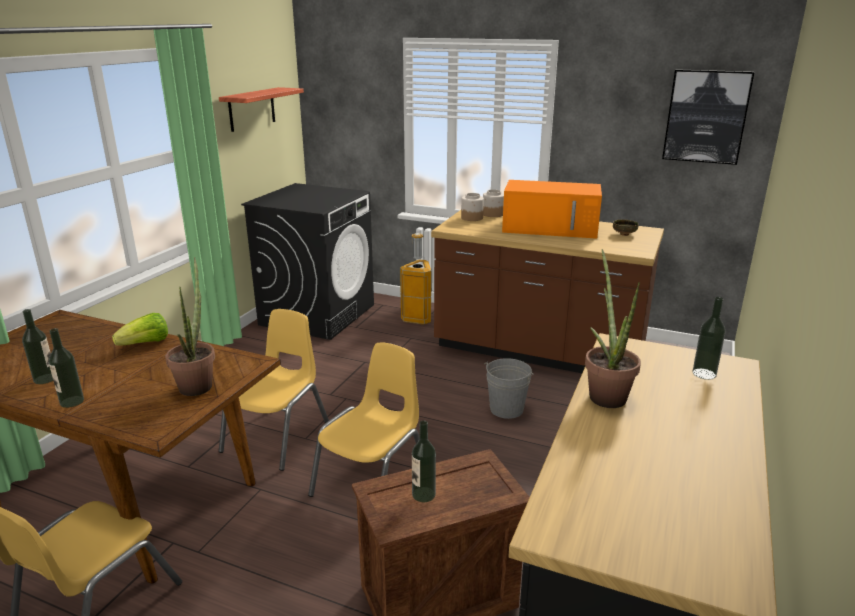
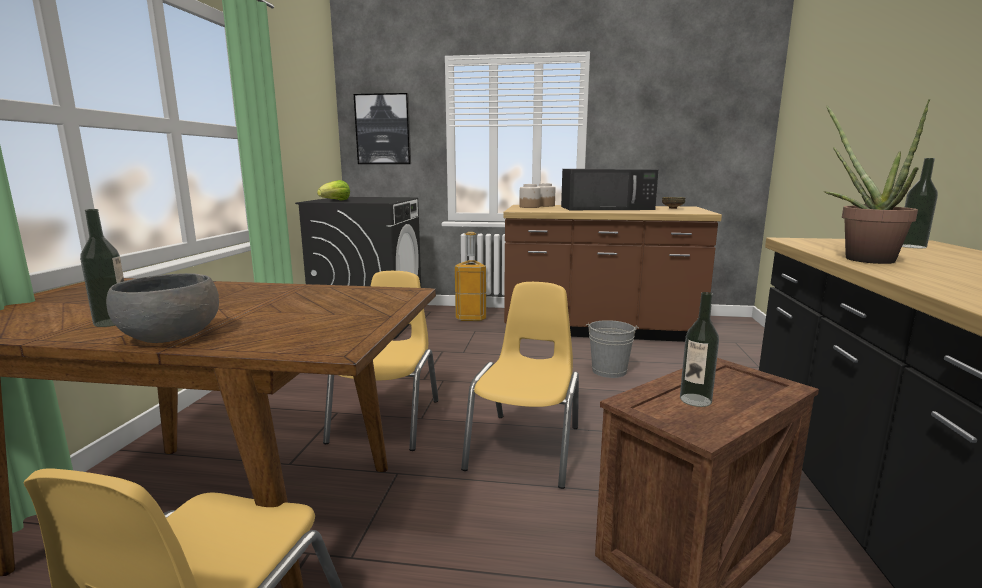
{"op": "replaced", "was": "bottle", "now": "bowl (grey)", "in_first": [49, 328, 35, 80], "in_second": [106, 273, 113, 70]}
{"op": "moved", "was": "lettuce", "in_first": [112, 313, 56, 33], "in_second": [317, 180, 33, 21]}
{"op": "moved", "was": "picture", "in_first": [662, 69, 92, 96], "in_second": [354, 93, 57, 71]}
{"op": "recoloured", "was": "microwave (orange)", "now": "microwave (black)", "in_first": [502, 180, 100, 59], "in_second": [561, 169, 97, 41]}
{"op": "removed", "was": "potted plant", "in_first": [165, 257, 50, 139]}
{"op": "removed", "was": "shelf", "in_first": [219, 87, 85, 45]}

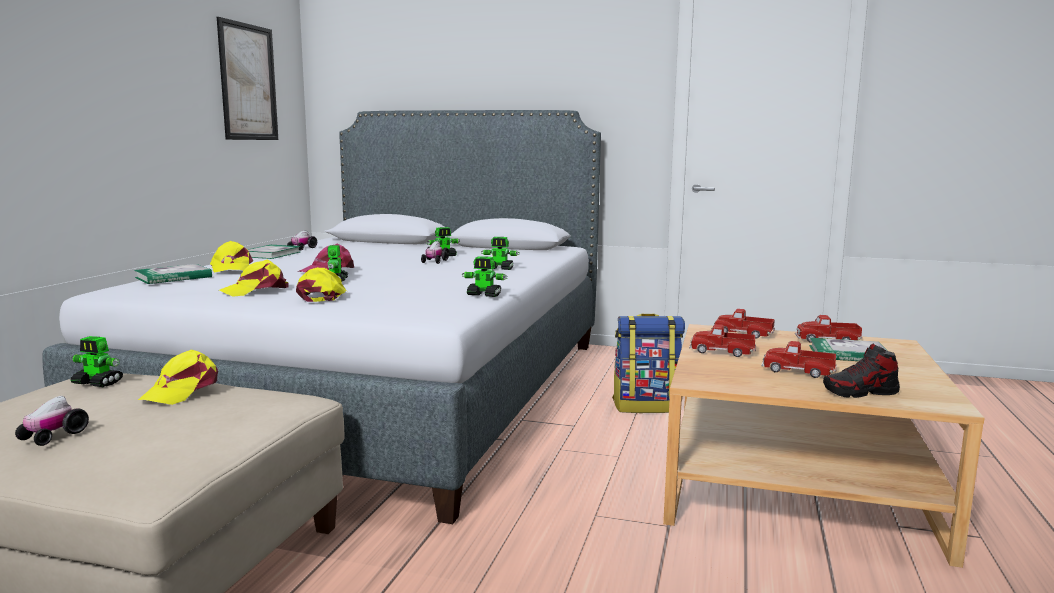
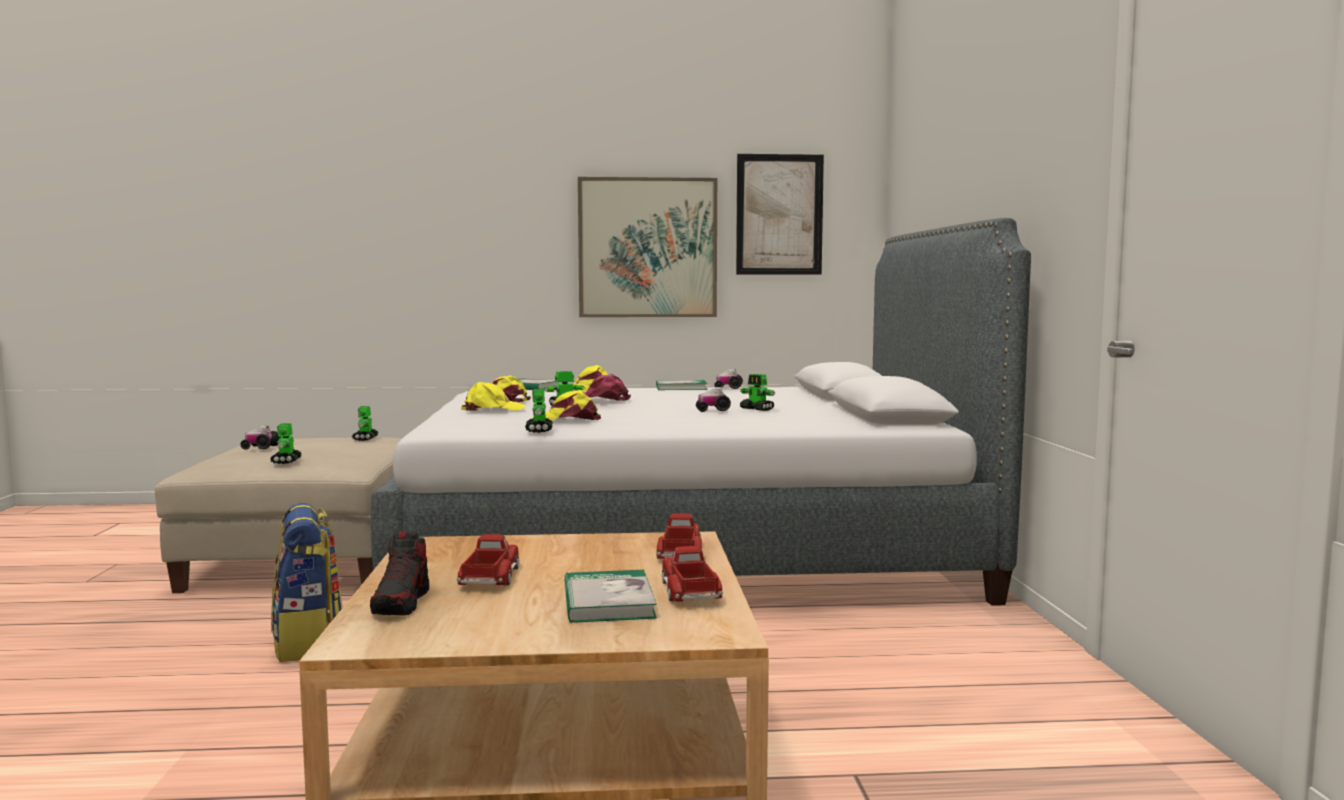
{"op": "moved", "was": "toy robot", "in_first": [481, 237, 38, 33], "in_second": [270, 423, 32, 41]}
{"op": "moved", "was": "backpack", "in_first": [612, 314, 73, 99], "in_second": [271, 503, 72, 159]}
{"op": "turned", "was": "shoe", "in_first": [823, 343, 77, 55], "in_second": [370, 531, 59, 85], "clockwise": -150}
{"op": "moved", "was": "cap (yellow)", "in_first": [138, 350, 80, 55], "in_second": [533, 390, 68, 30]}
{"op": "added", "now": "picture", "in_second": [578, 177, 139, 140]}
{"op": "removed", "was": "toy truck", "in_first": [689, 324, 67, 33]}

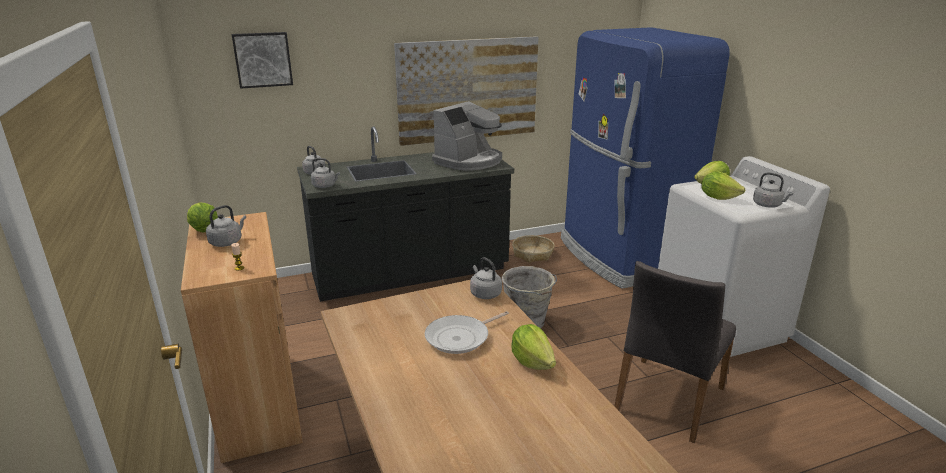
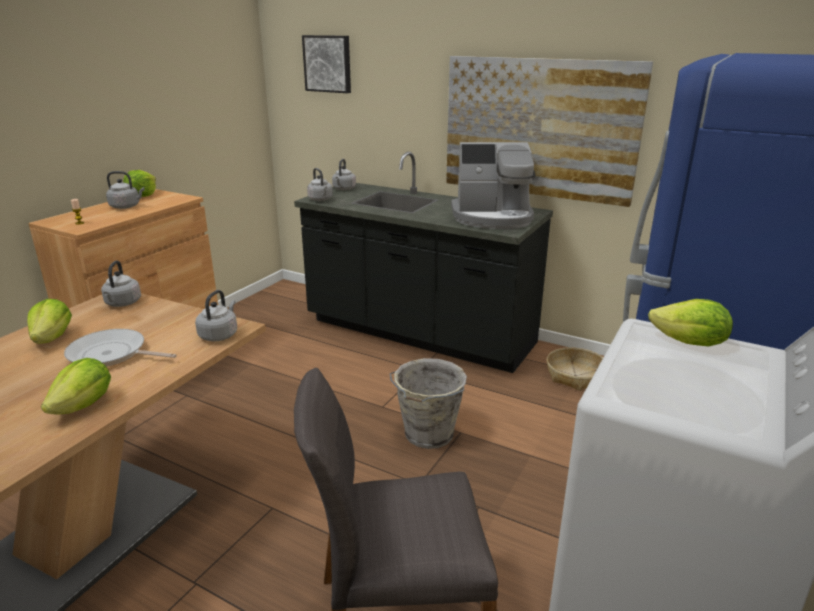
{"op": "moved", "was": "lettuce", "in_first": [701, 171, 44, 29], "in_second": [27, 299, 45, 45]}
{"op": "moved", "was": "kettle (grey)", "in_first": [753, 172, 40, 36], "in_second": [101, 260, 40, 47]}

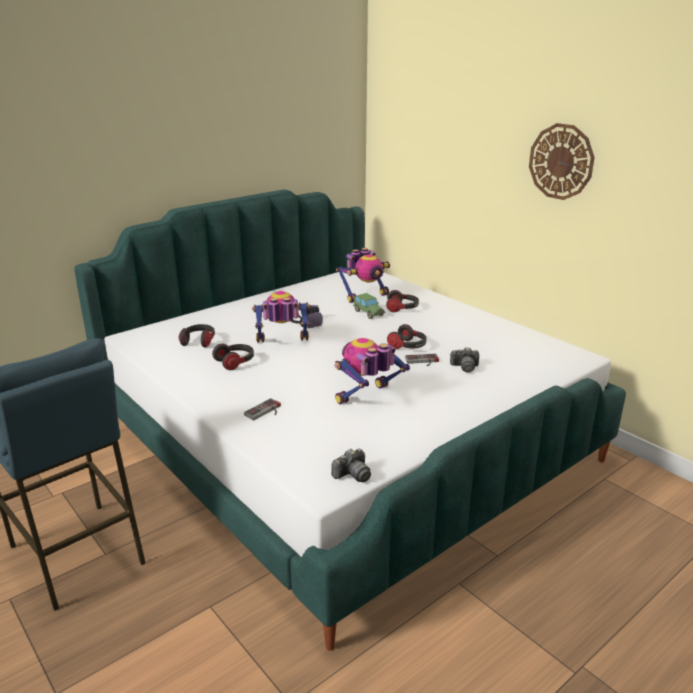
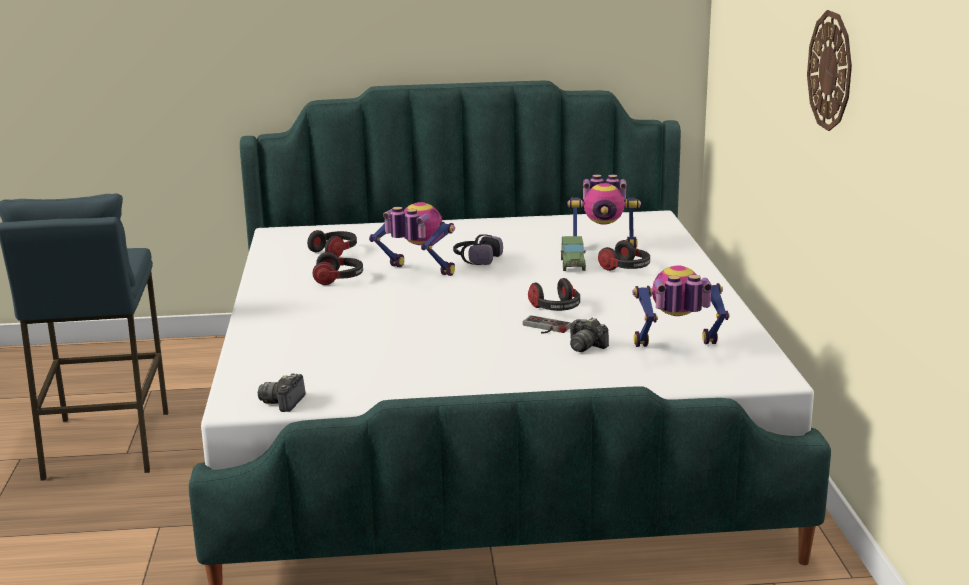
{"op": "turned", "was": "photo camera", "in_first": [331, 449, 40, 34], "in_second": [258, 373, 48, 39], "clockwise": 105}
{"op": "moved", "was": "toy robot", "in_first": [335, 338, 75, 67], "in_second": [633, 265, 97, 82]}
{"op": "removed", "was": "game controller", "in_first": [244, 398, 37, 22]}

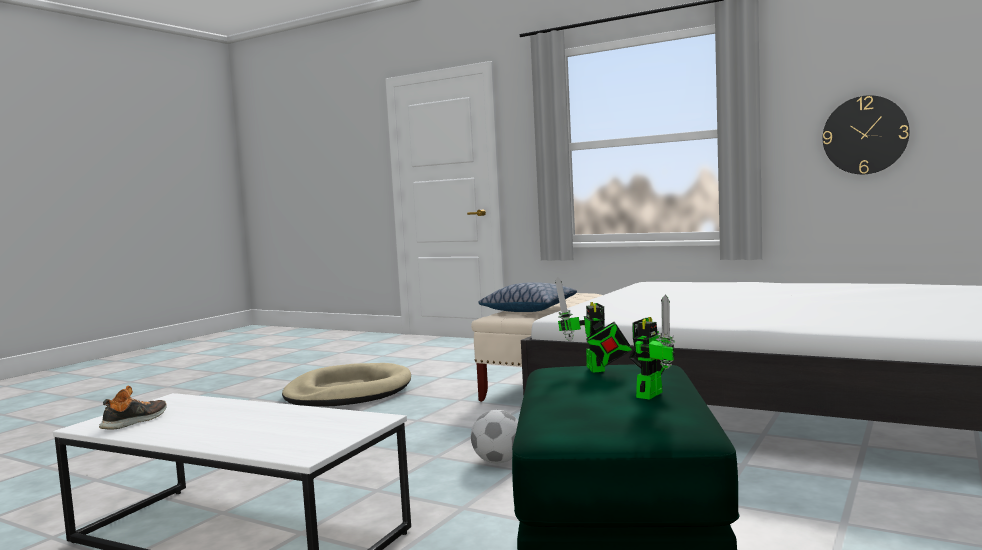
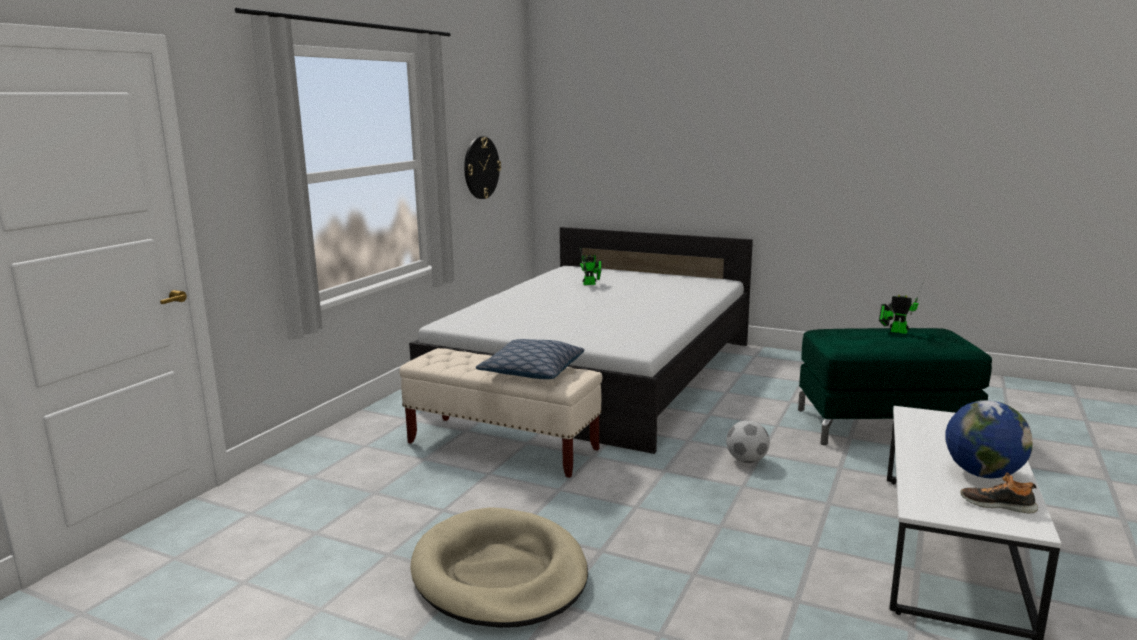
{"op": "moved", "was": "toy robot", "in_first": [555, 277, 77, 96], "in_second": [580, 248, 21, 37]}
{"op": "added", "now": "globe", "in_second": [945, 400, 87, 79]}

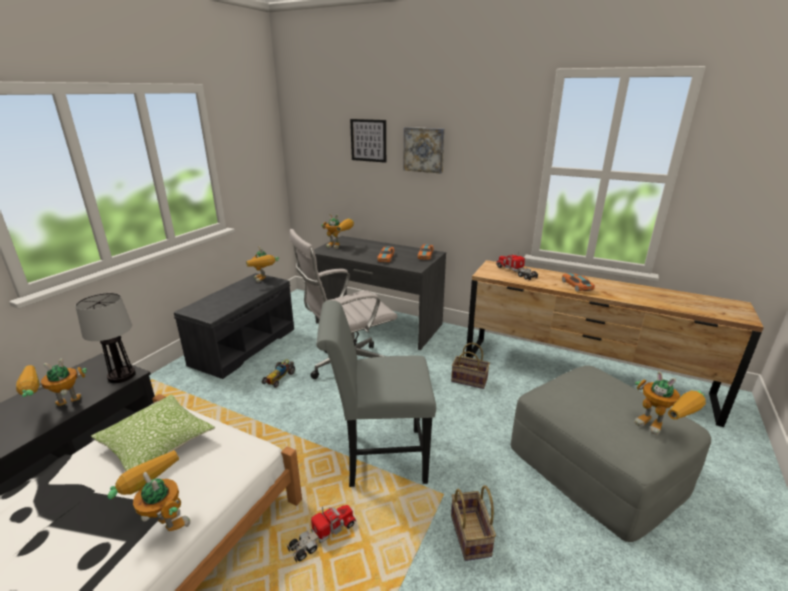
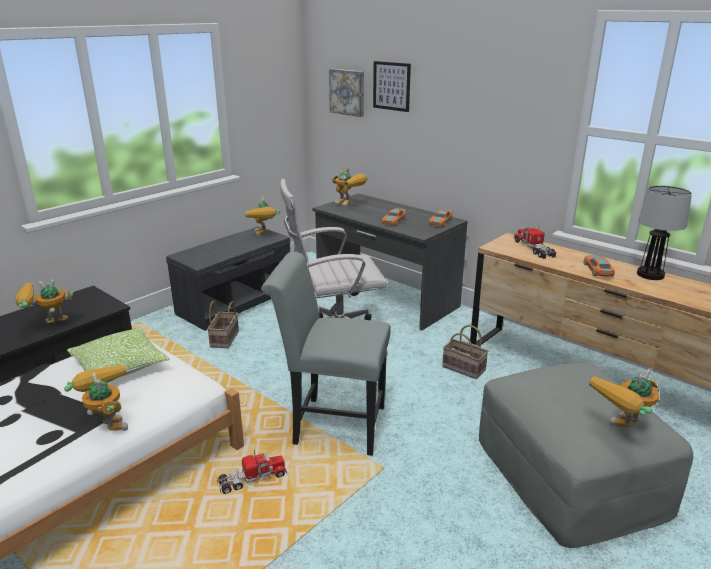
{"op": "moved", "was": "basket", "in_first": [451, 485, 45, 76], "in_second": [207, 301, 32, 47]}
{"op": "moved", "was": "picture", "in_first": [403, 127, 42, 47], "in_second": [329, 69, 35, 48]}
{"op": "turned", "was": "toy robot", "in_first": [635, 372, 71, 63], "in_second": [589, 369, 71, 58], "clockwise": 75}
{"op": "moved", "was": "table lamp", "in_first": [75, 293, 61, 90], "in_second": [637, 186, 55, 94]}
{"op": "removed", "was": "toy car", "in_first": [262, 359, 33, 29]}

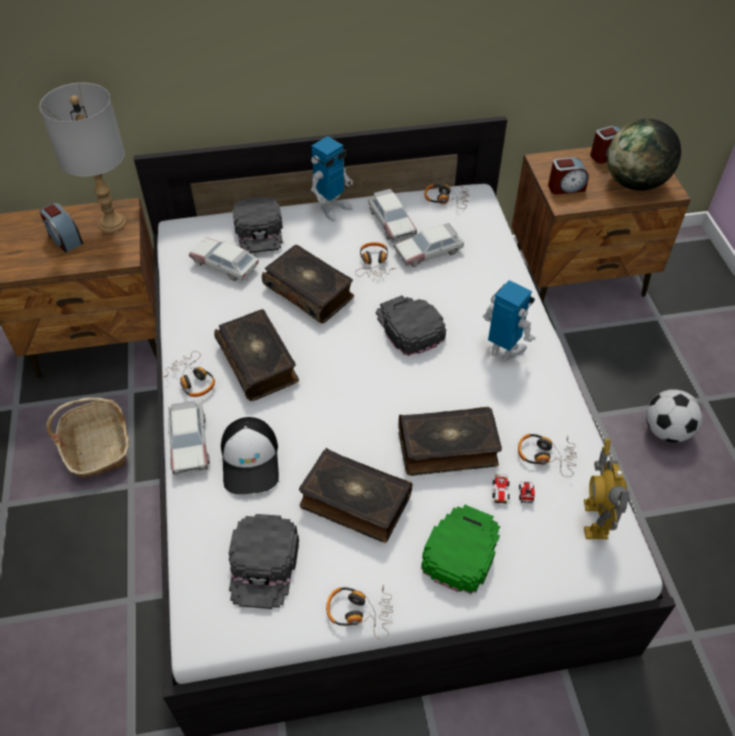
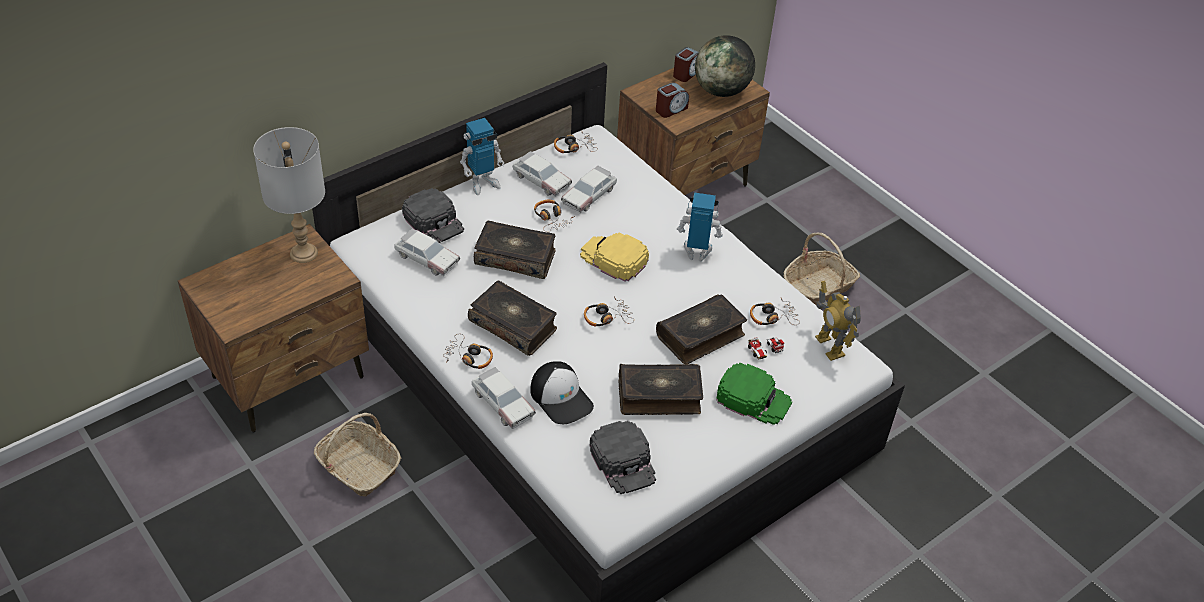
{"op": "turned", "was": "toy car", "in_first": [189, 237, 70, 44], "in_second": [394, 228, 66, 48], "clockwise": -150}
{"op": "turned", "was": "toy robot", "in_first": [311, 136, 42, 85], "in_second": [460, 118, 44, 77], "clockwise": 45}
{"op": "recoloured", "was": "cap (black)", "now": "cap (yellow)", "in_first": [376, 295, 70, 61], "in_second": [580, 233, 69, 49]}
{"op": "moved", "was": "headphones", "in_first": [326, 585, 67, 55], "in_second": [584, 297, 50, 30]}
{"op": "turned", "was": "cap (green)", "in_first": [421, 505, 79, 90], "in_second": [716, 363, 76, 62], "clockwise": 120}
{"op": "replaced", "was": "football", "now": "basket", "in_first": [646, 389, 56, 53], "in_second": [783, 232, 77, 73]}
{"op": "removed", "was": "alarm clock", "in_first": [40, 203, 43, 50]}

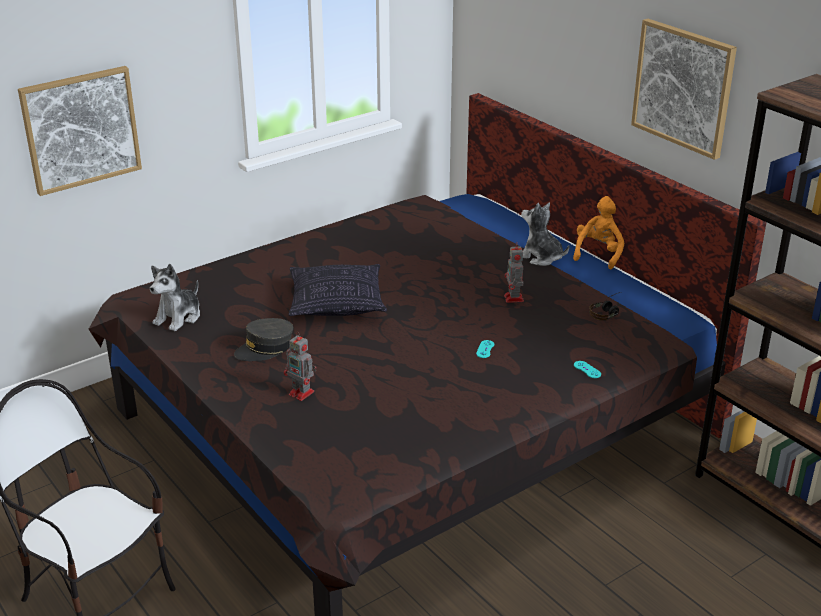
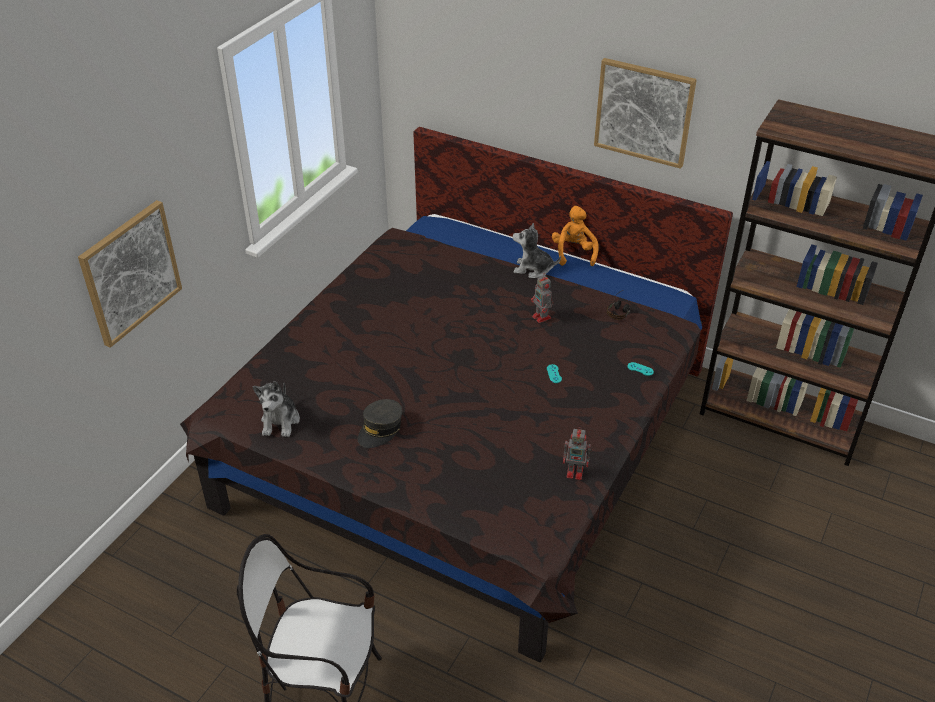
{"op": "moved", "was": "toy robot", "in_first": [284, 332, 32, 69], "in_second": [563, 427, 30, 53]}
{"op": "removed", "was": "pillow", "in_first": [288, 264, 99, 52]}

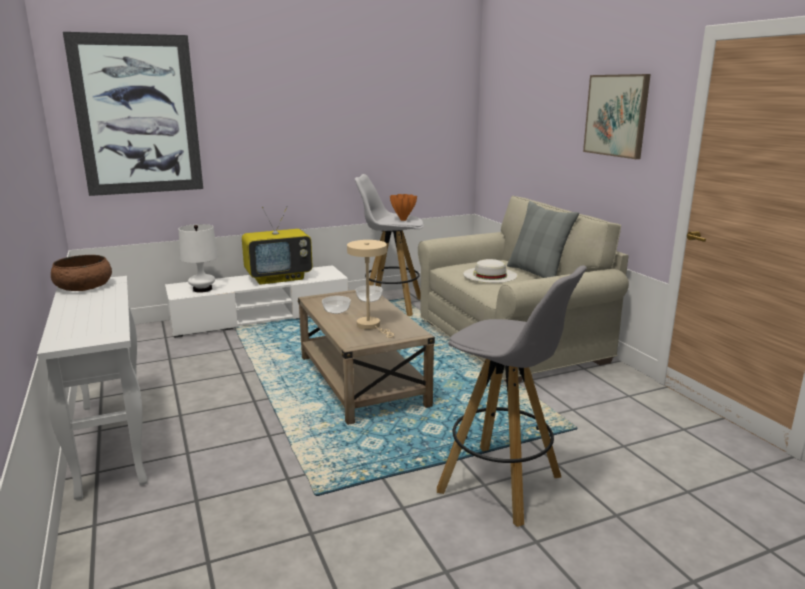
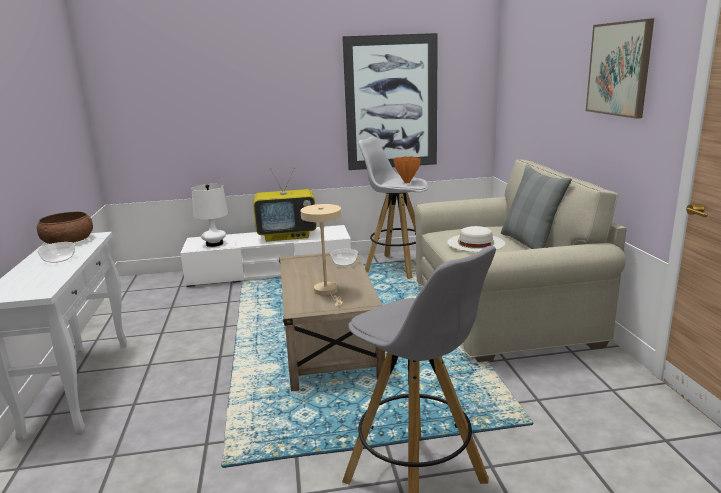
{"op": "moved", "was": "bowl", "in_first": [322, 296, 29, 18], "in_second": [37, 242, 38, 21]}
{"op": "moved", "was": "picture", "in_first": [63, 32, 140, 164], "in_second": [342, 33, 96, 137]}

